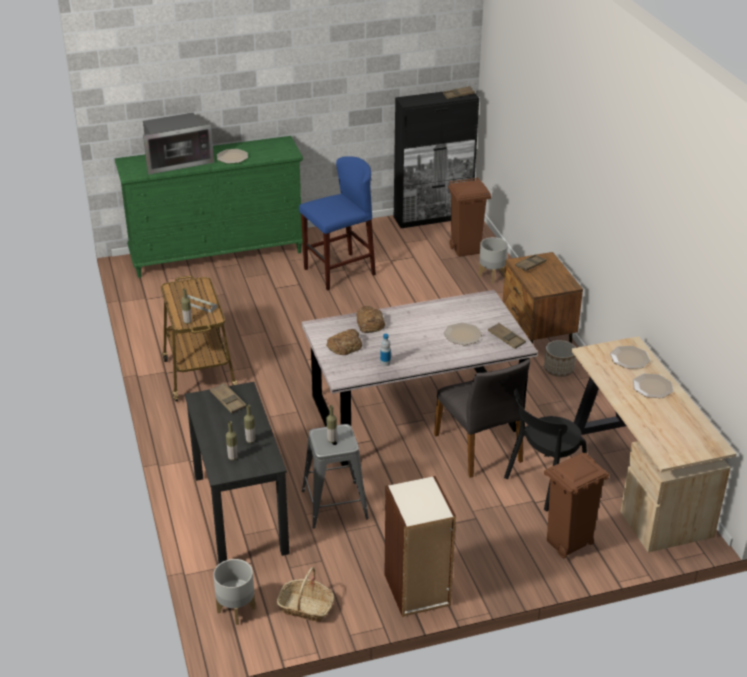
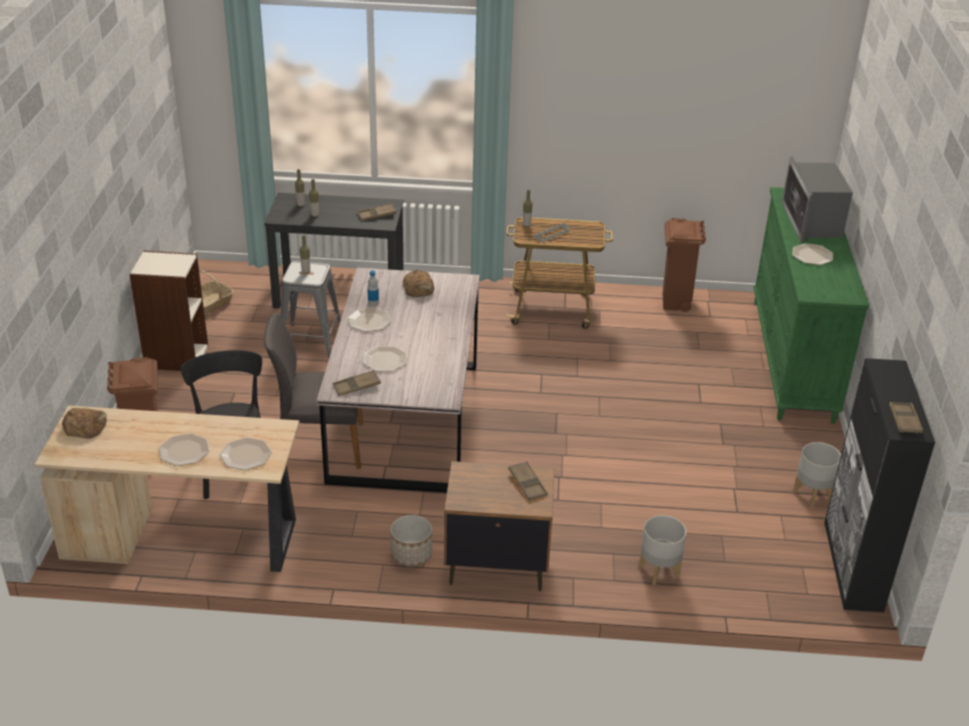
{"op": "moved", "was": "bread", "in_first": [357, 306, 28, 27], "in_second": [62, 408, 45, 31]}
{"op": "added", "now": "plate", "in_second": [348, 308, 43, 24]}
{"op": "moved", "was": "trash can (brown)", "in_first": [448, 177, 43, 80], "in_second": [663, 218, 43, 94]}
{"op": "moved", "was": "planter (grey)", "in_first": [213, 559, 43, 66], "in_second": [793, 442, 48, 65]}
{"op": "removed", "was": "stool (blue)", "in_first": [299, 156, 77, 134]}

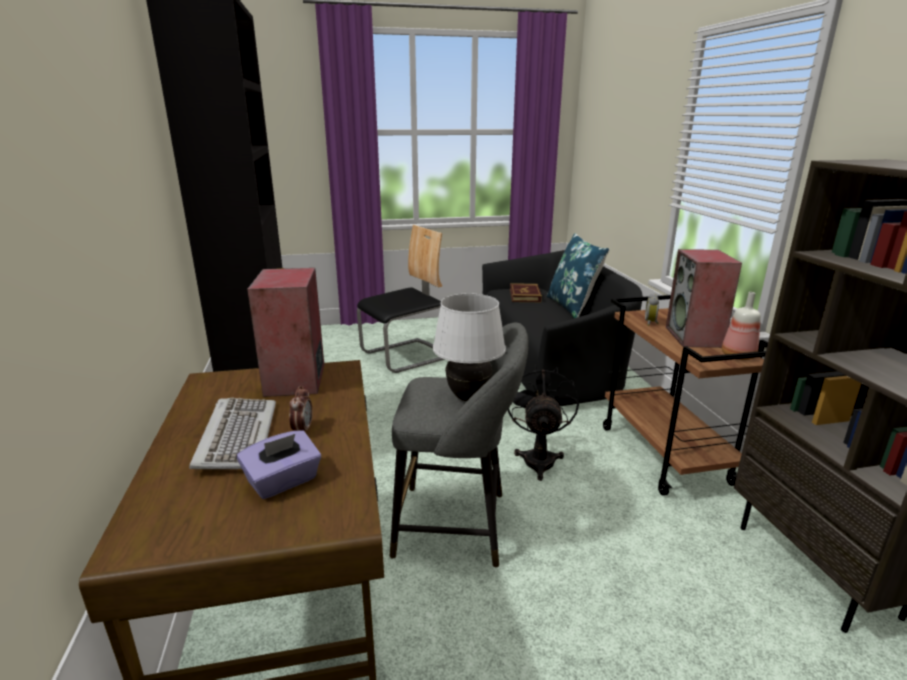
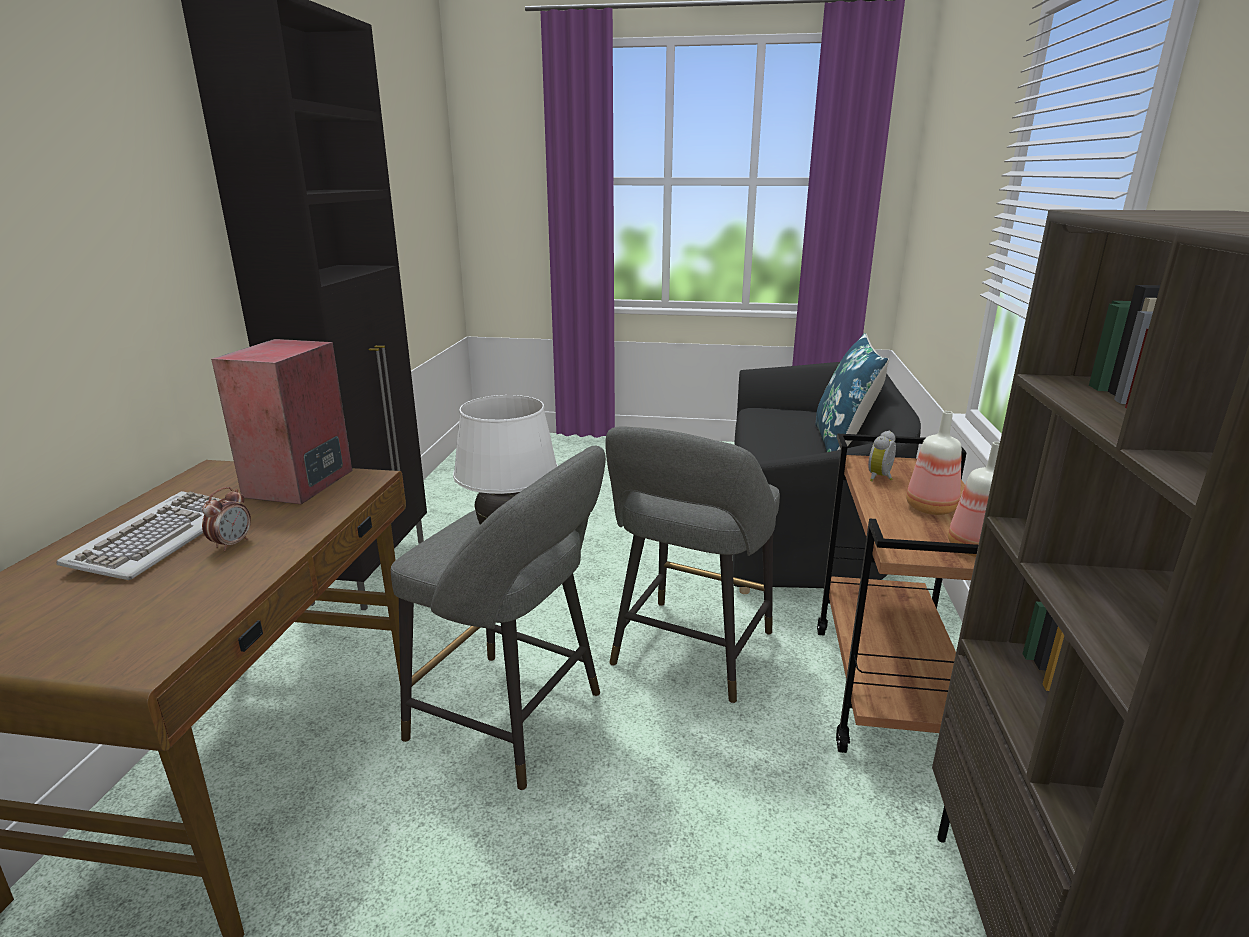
{"op": "replaced", "was": "fan (black)", "now": "stool (grey)", "in_first": [508, 365, 71, 116], "in_second": [605, 426, 175, 277]}
{"op": "replaced", "was": "speaker", "now": "bottle", "in_first": [666, 249, 76, 99], "in_second": [906, 411, 56, 104]}
{"op": "removed", "was": "tissue box (purple)", "in_first": [237, 430, 84, 69]}
{"op": "removed", "was": "chair", "in_first": [357, 225, 88, 148]}
{"op": "removed", "was": "book", "in_first": [510, 283, 32, 19]}

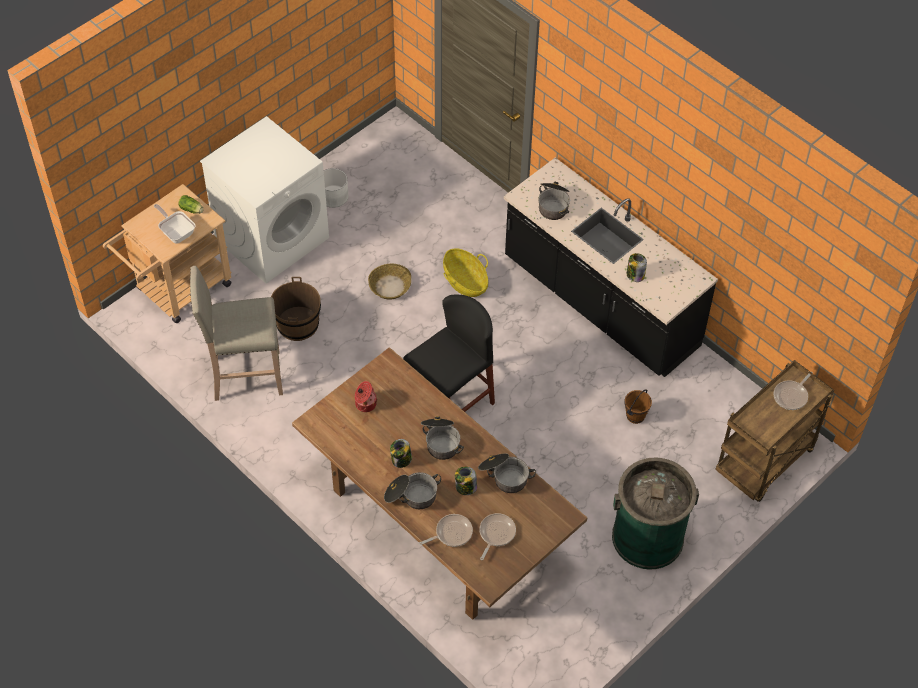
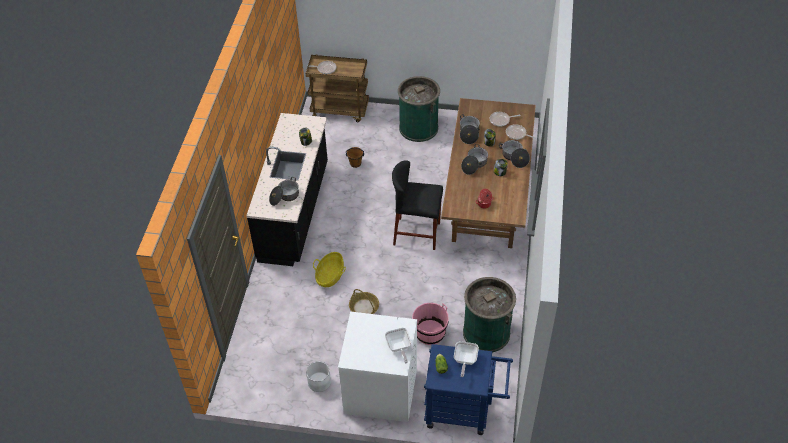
{"op": "added", "now": "frying pan", "in_second": [385, 328, 26, 35]}
{"op": "recoloured", "was": "bucket (brown)", "now": "bucket (pink)", "in_first": [271, 277, 50, 64], "in_second": [412, 303, 37, 42]}
{"op": "recoloured", "was": "cart (beige)", "now": "cart (blue)", "in_first": [103, 184, 129, 139], "in_second": [424, 344, 89, 91]}
{"op": "replaced", "was": "stool (beige)", "now": "trash can (green)", "in_first": [190, 266, 93, 135], "in_second": [463, 277, 53, 75]}

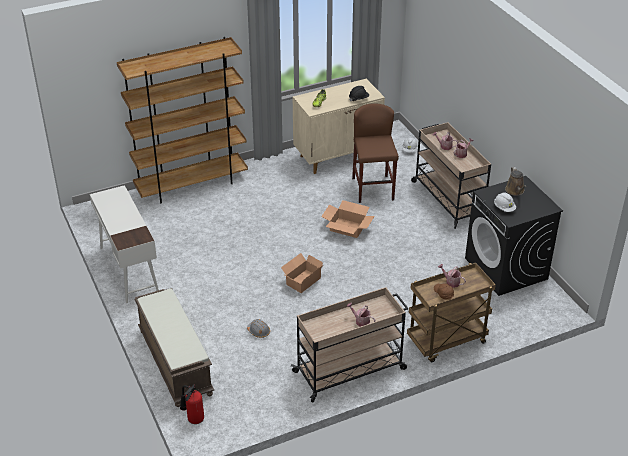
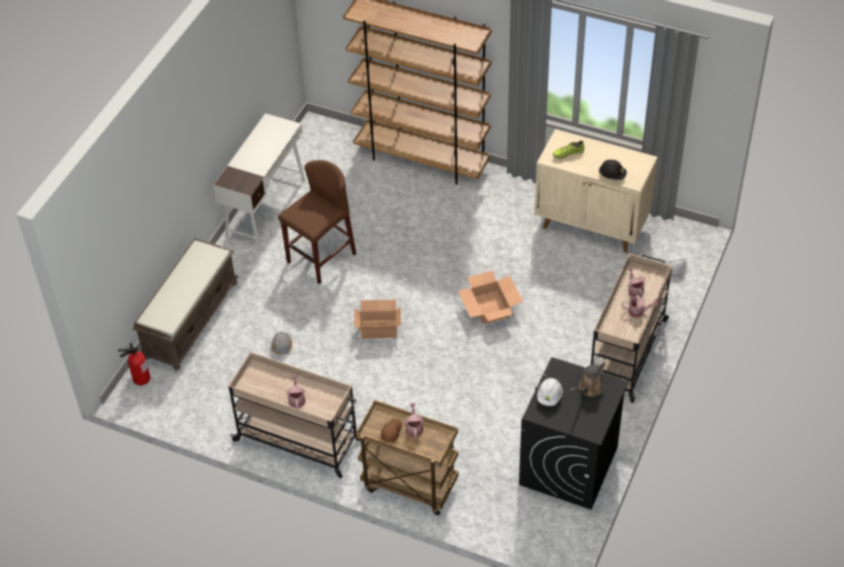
{"op": "moved", "was": "stool (brown)", "in_first": [352, 104, 47, 99], "in_second": [278, 160, 78, 124]}

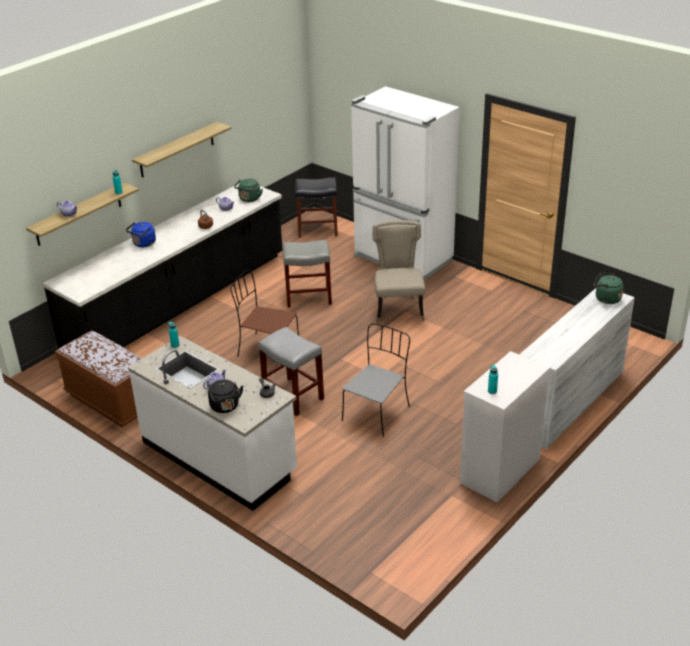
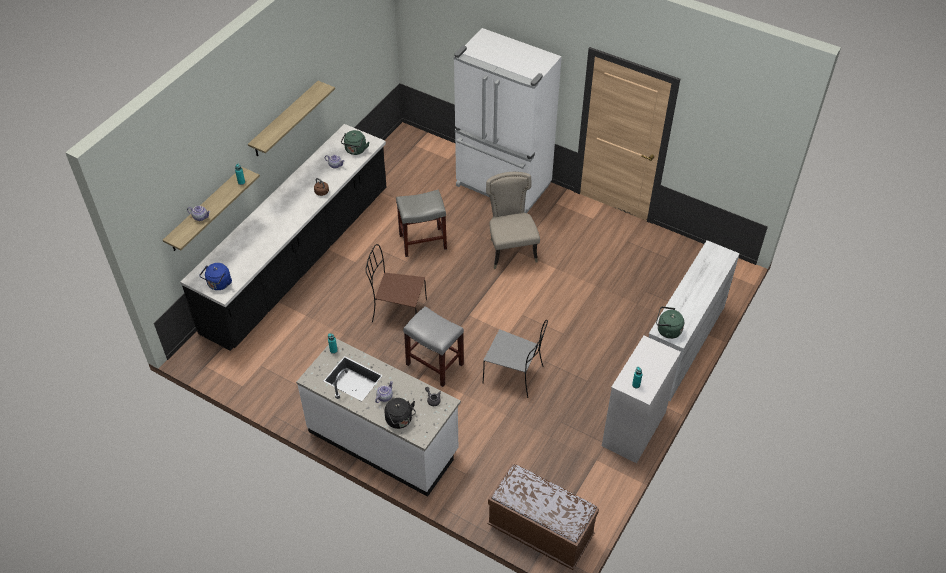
{"op": "moved", "was": "kettle (blue)", "in_first": [126, 222, 30, 25], "in_second": [199, 263, 33, 27]}
{"op": "turned", "was": "chair (grey)", "in_first": [342, 323, 68, 114], "in_second": [483, 320, 65, 78], "clockwise": 90}
{"op": "moved", "was": "bench (brown)", "in_first": [55, 331, 87, 96], "in_second": [487, 464, 112, 106]}
{"op": "moved", "was": "kettle (green)", "in_first": [593, 273, 31, 31], "in_second": [656, 306, 28, 33]}
{"op": "removed", "was": "stool (black)", "in_first": [295, 177, 43, 61]}

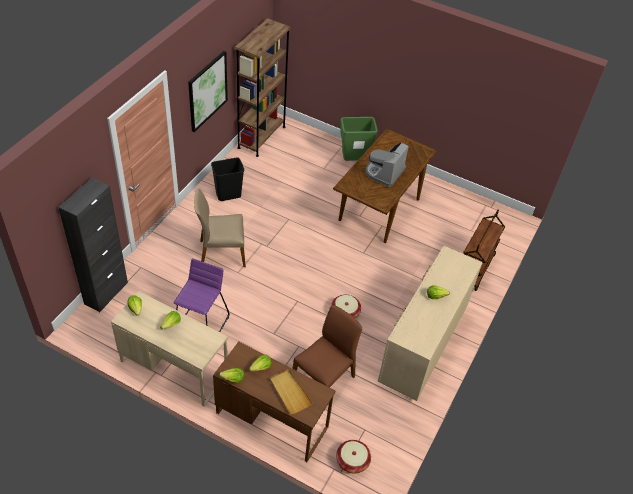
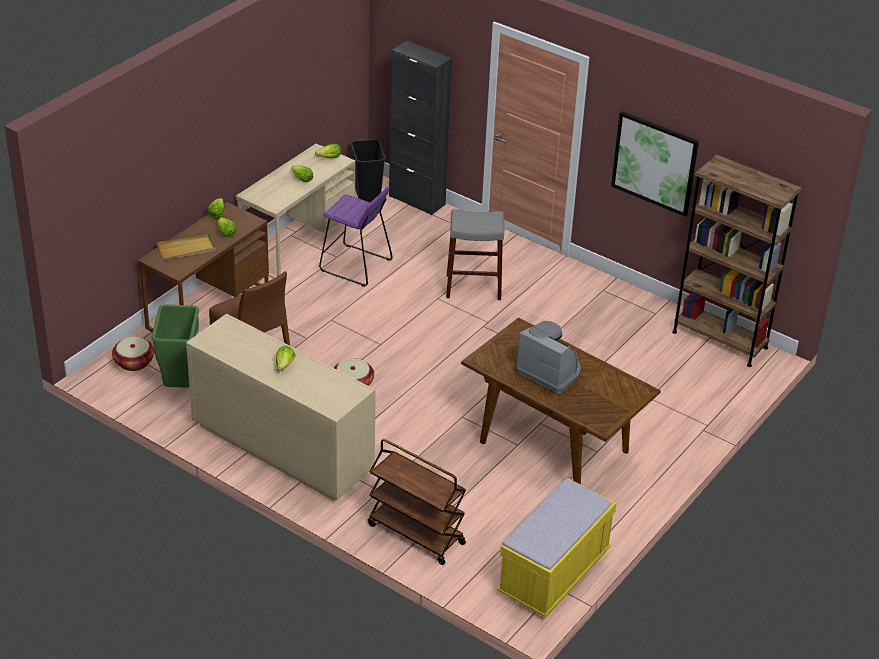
{"op": "moved", "was": "trash can (green)", "in_first": [340, 117, 38, 44], "in_second": [151, 305, 48, 83]}
{"op": "moved", "was": "trash can (black)", "in_first": [211, 157, 33, 44], "in_second": [351, 139, 35, 64]}
{"op": "replaced", "was": "chair (beige)", "now": "stool (grey)", "in_first": [194, 189, 52, 78], "in_second": [446, 209, 58, 91]}
{"op": "added", "now": "bench (yellow)", "in_second": [497, 479, 119, 138]}

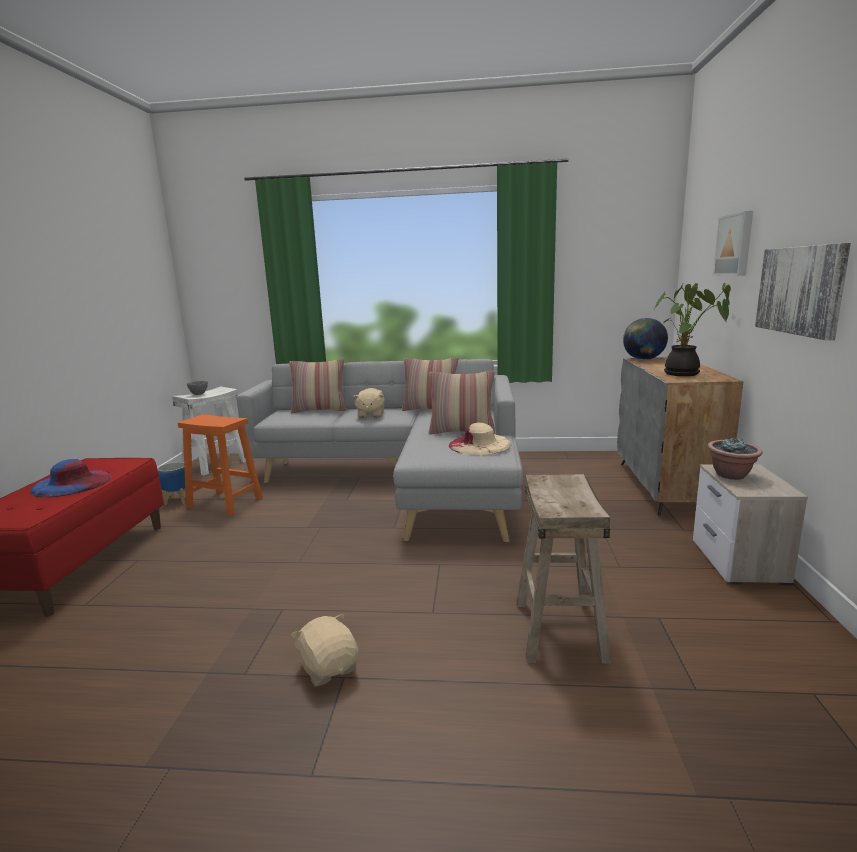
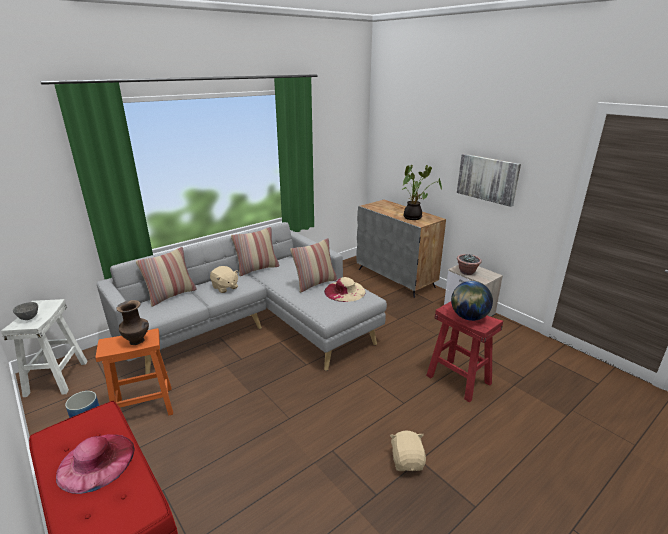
{"op": "recoloured", "was": "hat (blue)", "now": "hat (pink)", "in_first": [30, 459, 82, 38], "in_second": [56, 434, 79, 60]}
{"op": "added", "now": "vase (brown)", "in_second": [116, 300, 33, 45]}
{"op": "turned", "was": "plush toy (beige)", "in_first": [291, 614, 68, 73], "in_second": [390, 430, 36, 41], "clockwise": 75}
{"op": "recoloured", "was": "stool (beige)", "now": "stool (red)", "in_first": [516, 474, 95, 190], "in_second": [426, 301, 77, 102]}
{"op": "moved", "was": "globe", "in_first": [623, 318, 45, 42], "in_second": [451, 281, 42, 40]}
{"op": "removed", "was": "picture", "in_first": [713, 211, 40, 65]}

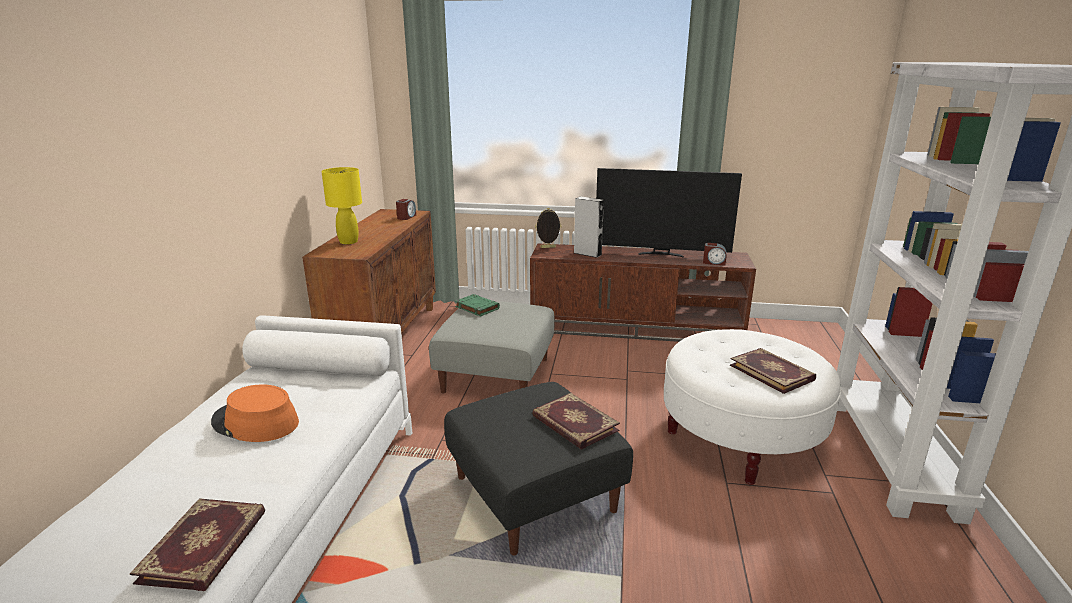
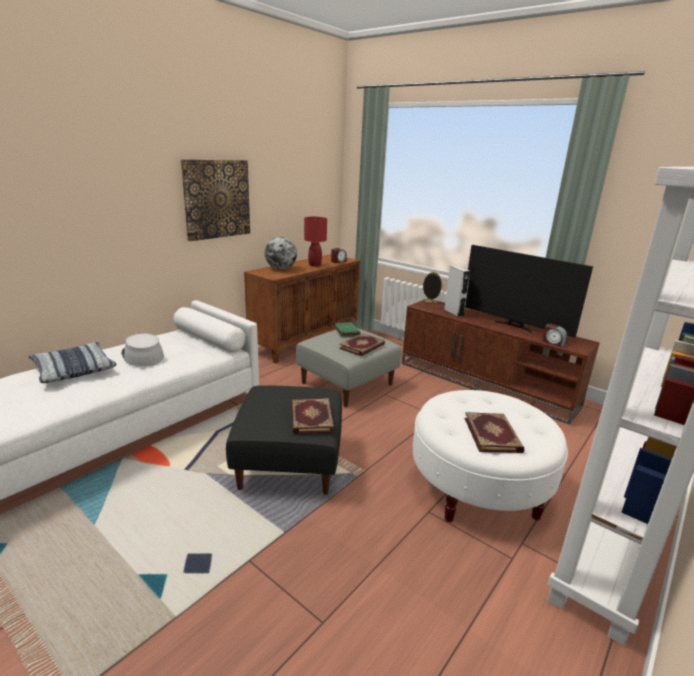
{"op": "added", "now": "pillow", "in_second": [28, 342, 89, 41]}
{"op": "recoloured", "was": "hat (orange)", "now": "hat (grey)", "in_first": [211, 385, 88, 57], "in_second": [121, 333, 43, 34]}
{"op": "added", "now": "picture", "in_second": [181, 159, 69, 82]}
{"op": "replaced", "was": "table lamp (yellow)", "now": "globe", "in_first": [321, 167, 41, 77], "in_second": [265, 237, 32, 33]}
{"op": "added", "now": "table lamp (red)", "in_second": [304, 217, 23, 50]}
{"op": "moved", "was": "book", "in_first": [130, 498, 135, 93], "in_second": [339, 333, 46, 23]}

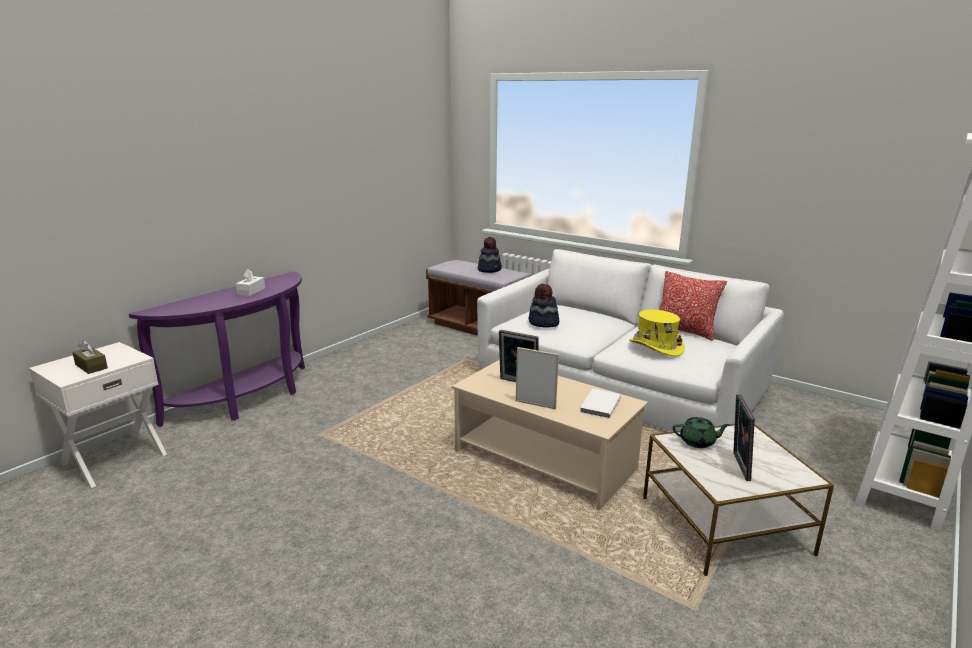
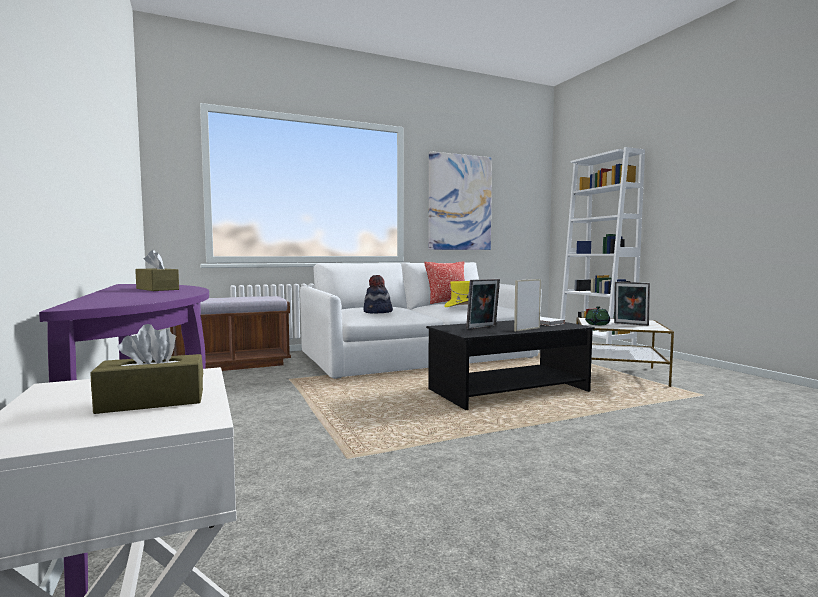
{"op": "recoloured", "was": "tissue box (white)", "now": "tissue box (brown)", "in_first": [236, 269, 29, 27], "in_second": [135, 249, 44, 42]}
{"op": "recoloured", "was": "coffee table (beige)", "now": "coffee table (black)", "in_first": [452, 360, 196, 151], "in_second": [426, 320, 169, 90]}
{"op": "added", "now": "picture", "in_second": [428, 151, 64, 99]}
{"op": "removed", "was": "hat", "in_first": [478, 237, 24, 36]}

